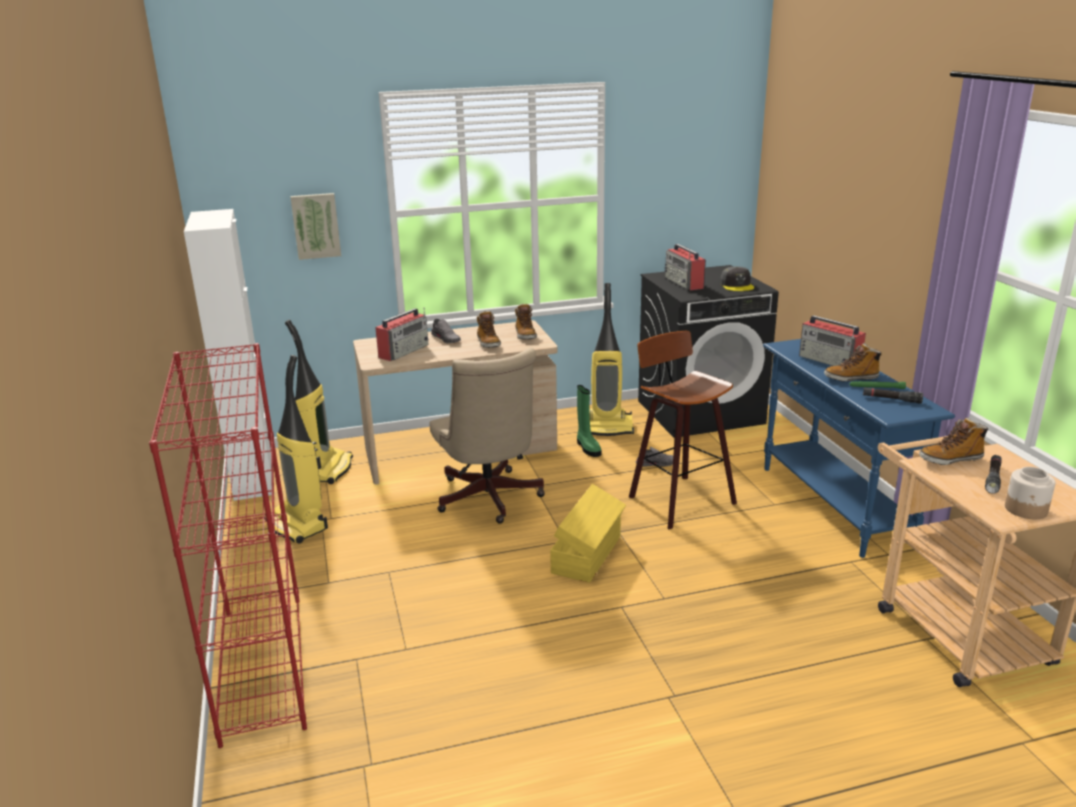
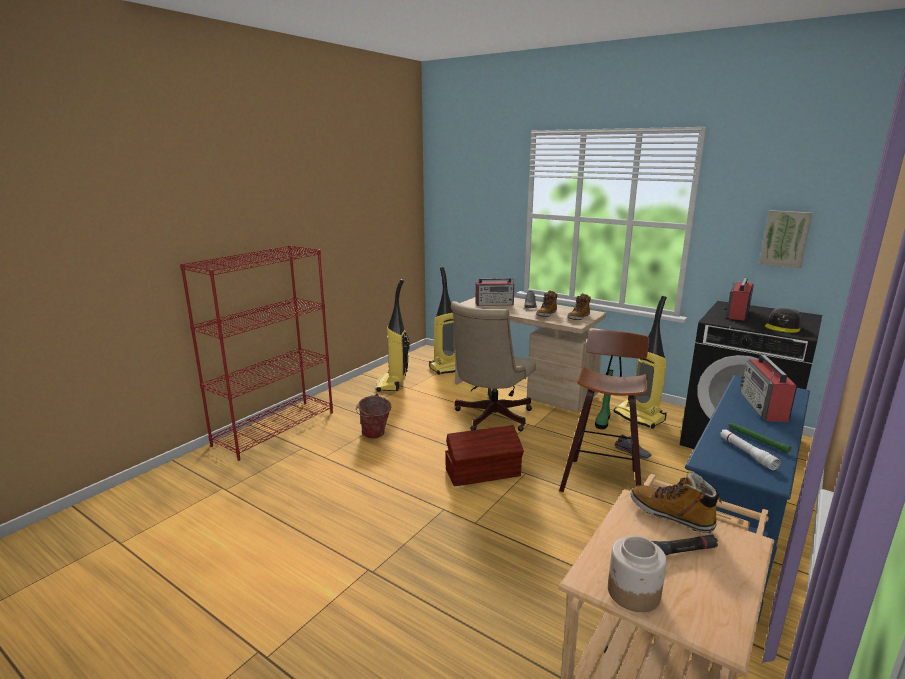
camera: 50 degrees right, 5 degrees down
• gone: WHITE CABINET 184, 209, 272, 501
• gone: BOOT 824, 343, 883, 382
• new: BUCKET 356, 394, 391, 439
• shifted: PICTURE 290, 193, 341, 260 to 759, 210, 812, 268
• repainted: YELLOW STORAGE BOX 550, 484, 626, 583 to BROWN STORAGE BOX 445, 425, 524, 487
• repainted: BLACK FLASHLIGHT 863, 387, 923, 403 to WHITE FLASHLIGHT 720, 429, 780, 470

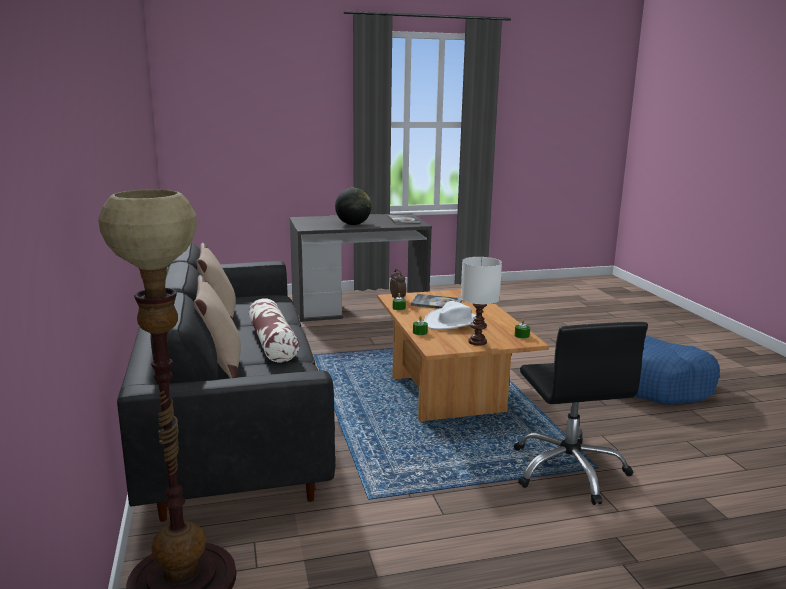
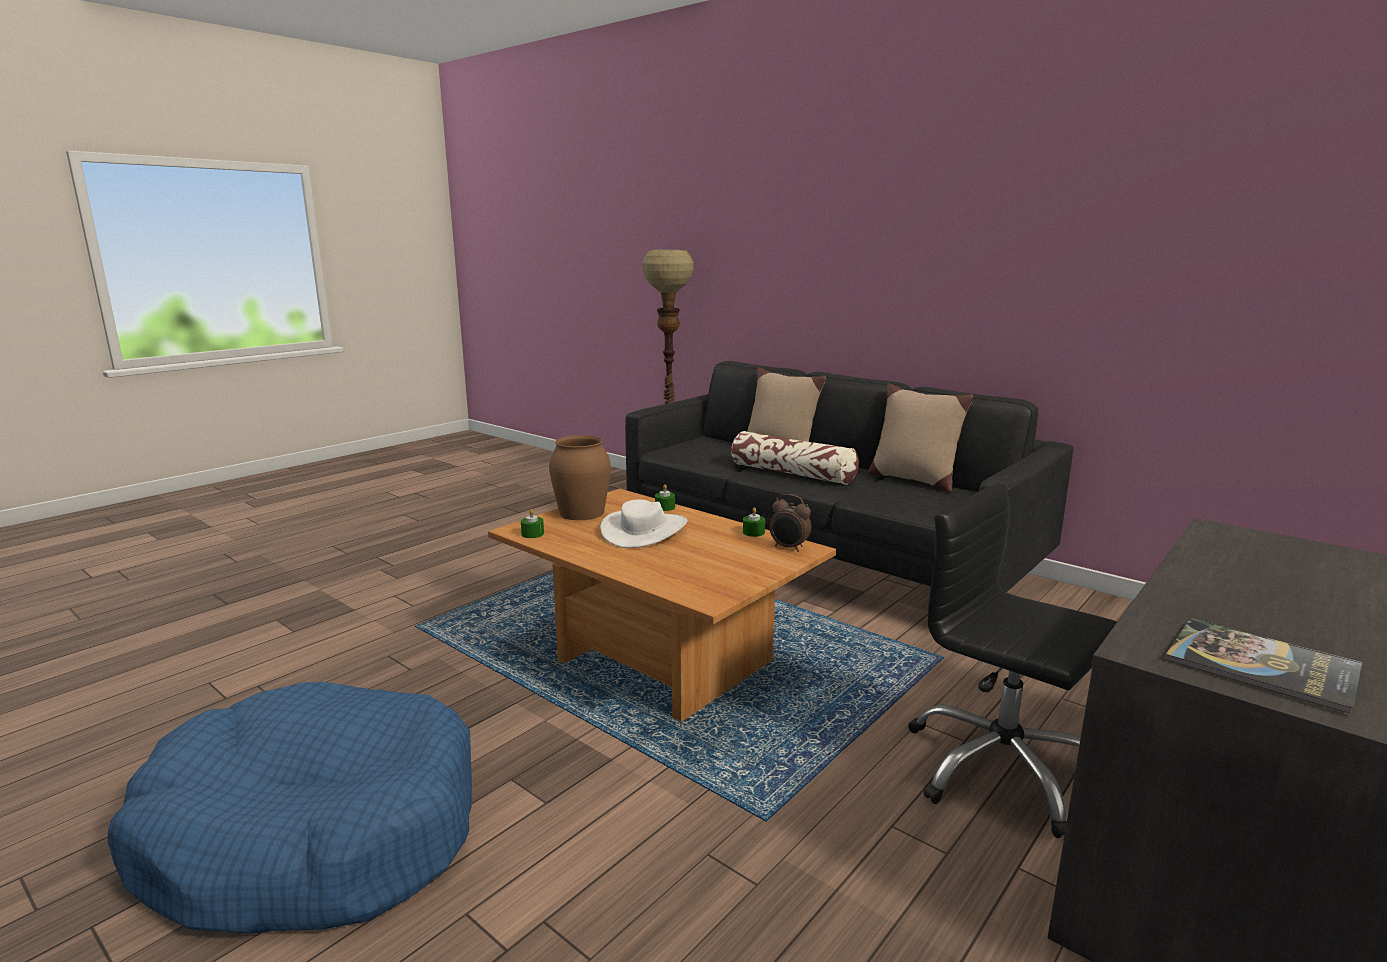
camera: 145 degrees right, 0 degrees up
• gone: GLOBE 335, 188, 371, 225
• gone: BOOK 411, 294, 463, 309
• shifted: BLACK OFFICE CHAIR 514, 322, 648, 505 to 908, 482, 1118, 838
• swapped: WHITE TABLE LAMP 461, 257, 502, 346 to BROWN VASE 549, 435, 611, 520

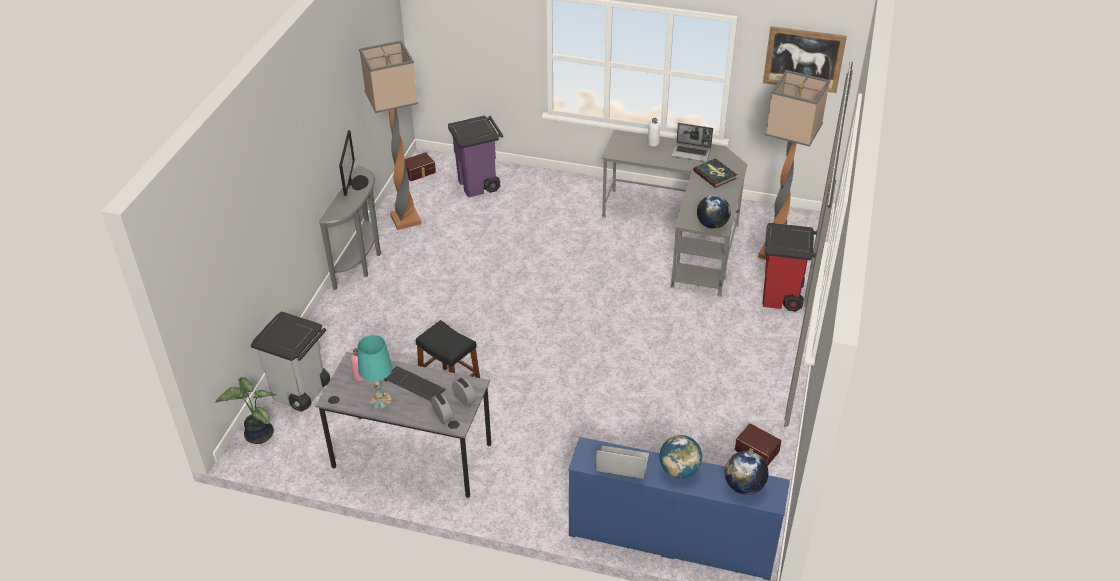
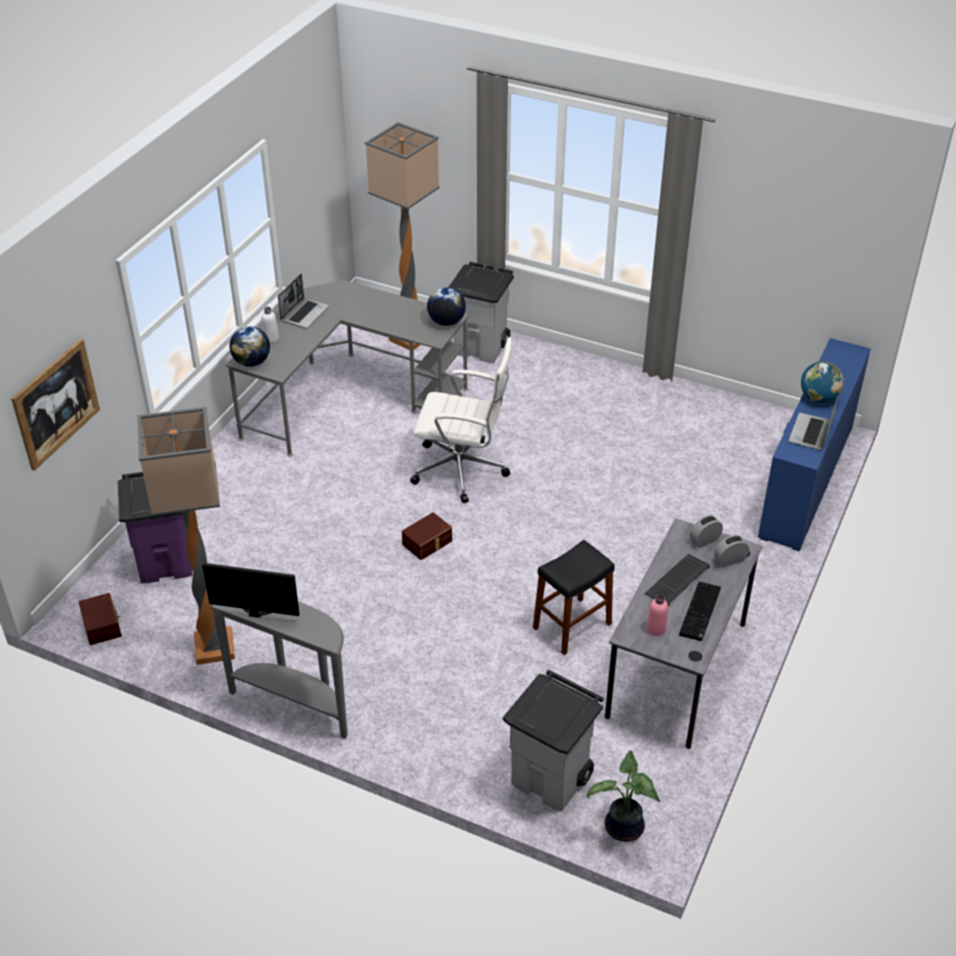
camera: 80 degrees left, 0 degrees up
• gone: BOOK 693, 158, 737, 188
• new: WHITE OFFICE CHAIR 410, 337, 512, 503
• shifted: GLOBE 725, 451, 768, 495 to 230, 326, 270, 367
• shifted: BROWN STORAGE BOX 735, 423, 782, 466 to 402, 512, 452, 560
• shifted: PICTURE 763, 26, 847, 93 to 11, 339, 100, 471
• swapped: TURQUOISE TABLE LAMP 357, 335, 392, 409 to KEYBOARD 679, 582, 721, 641
• repainted: RED TRASH CAN 762, 223, 817, 312 to GREY TRASH CAN 448, 262, 514, 363

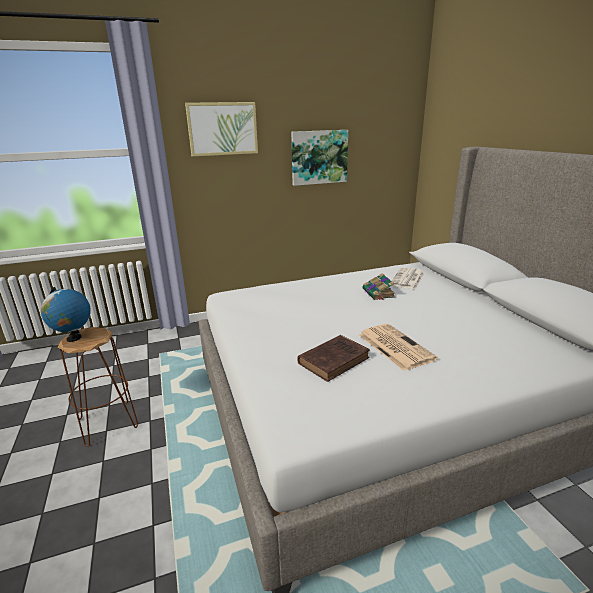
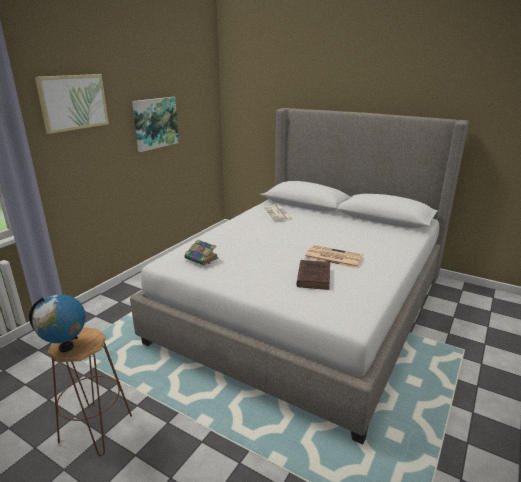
camera: 40 degrees left, 0 degrees up
• shifted: BOOK 363, 273, 396, 300 to 184, 239, 218, 265

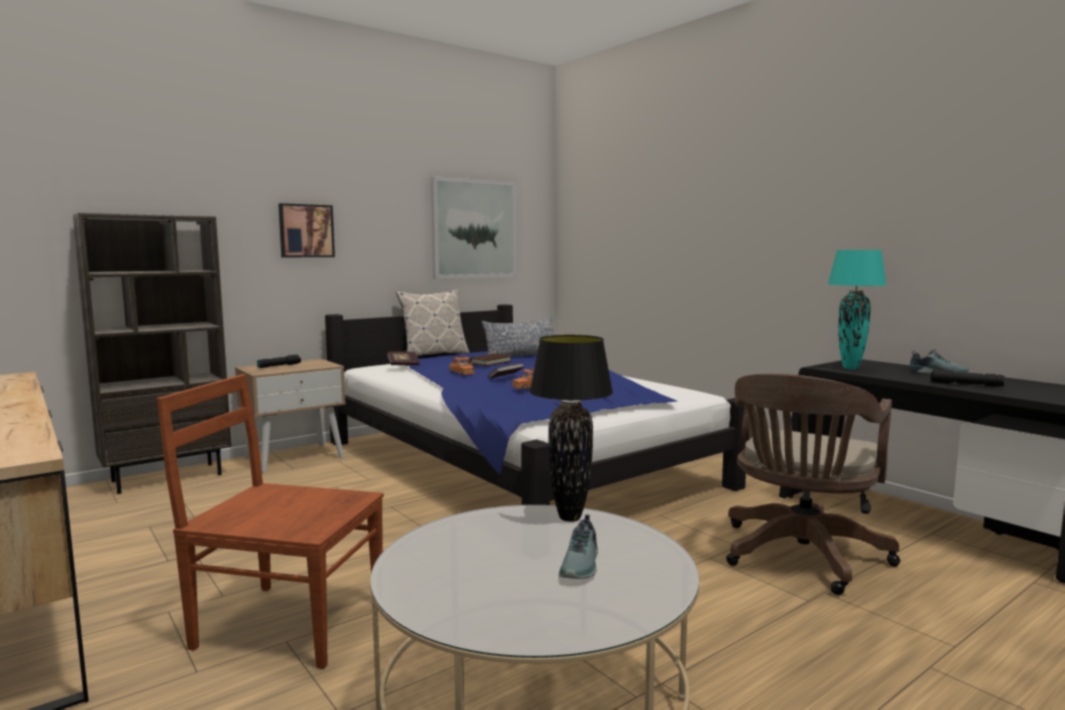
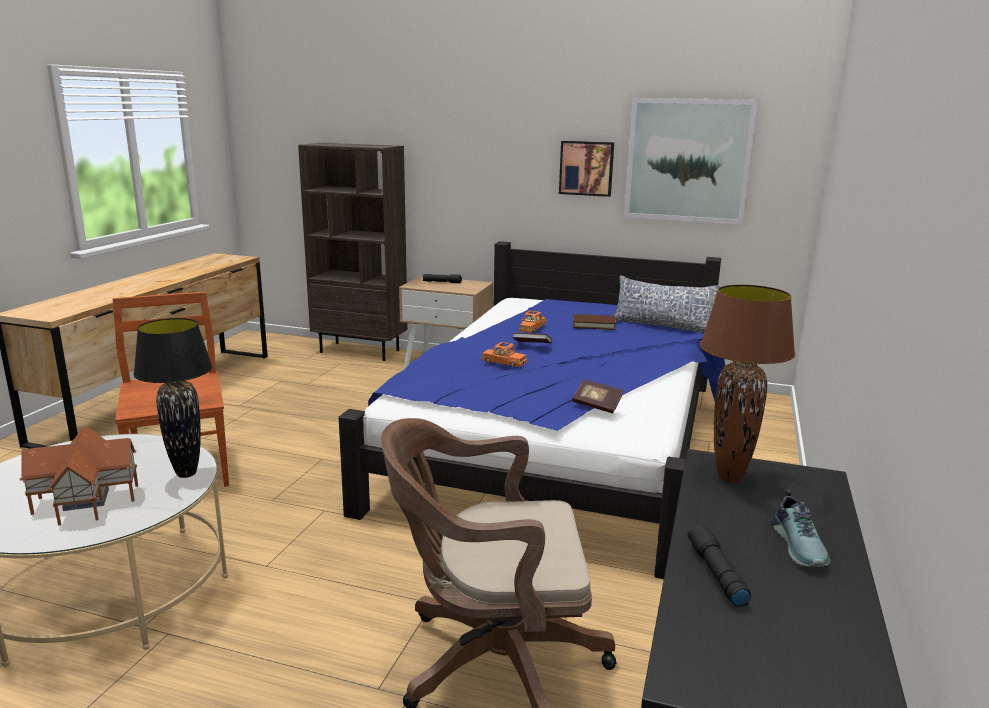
camera: 55 degrees right, 10 degrees up
• gone: PILLOW 396, 289, 469, 356
• shifted: PICTURE 278, 203, 335, 257 to 559, 141, 614, 197
• shifted: BOOK 387, 351, 419, 365 to 572, 380, 623, 413
• swapped: SHOE 559, 514, 598, 579 to TOY HOUSE 20, 425, 138, 526
• repainted: TURQUOISE TABLE LAMP 828, 250, 887, 369 to BROWN TABLE LAMP 700, 285, 795, 483

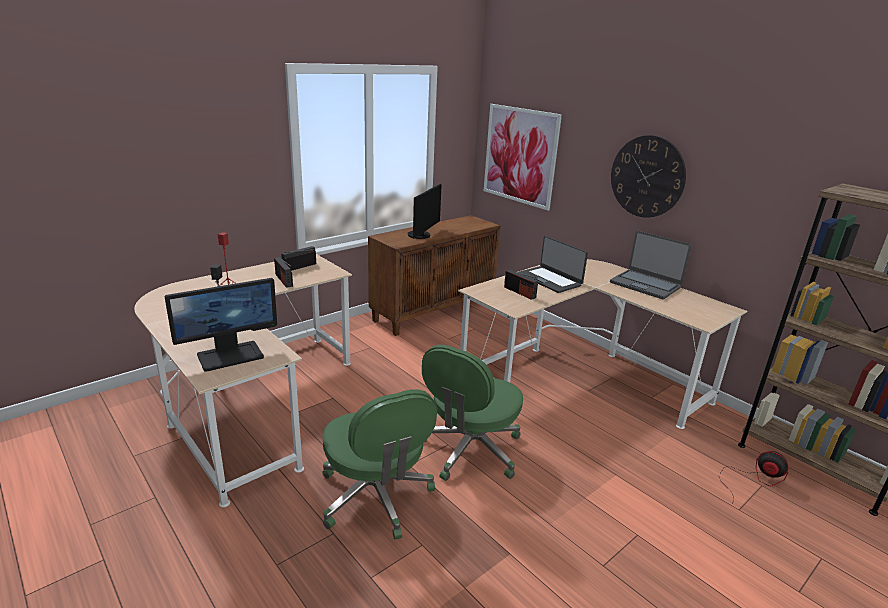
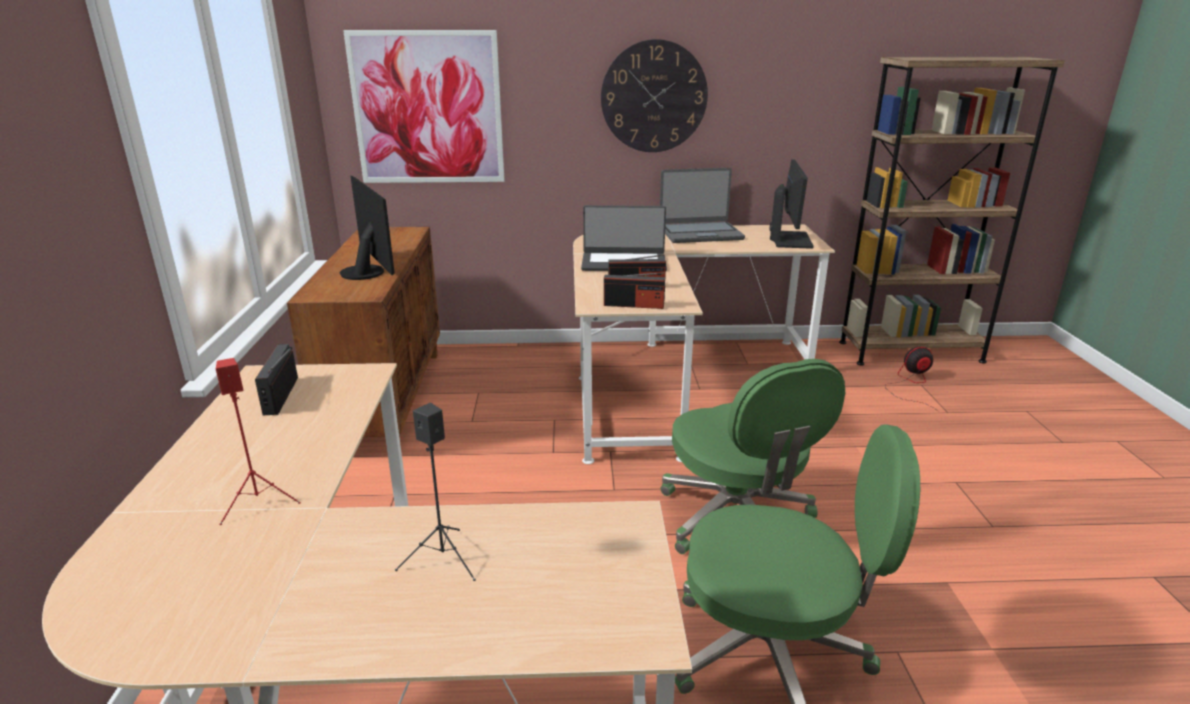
camera: 50 degrees left, 0 degrees up
• shifted: MONITOR 165, 278, 277, 372 to 769, 159, 814, 249
• shifted: RADIO 274, 257, 293, 288 to 604, 272, 665, 309

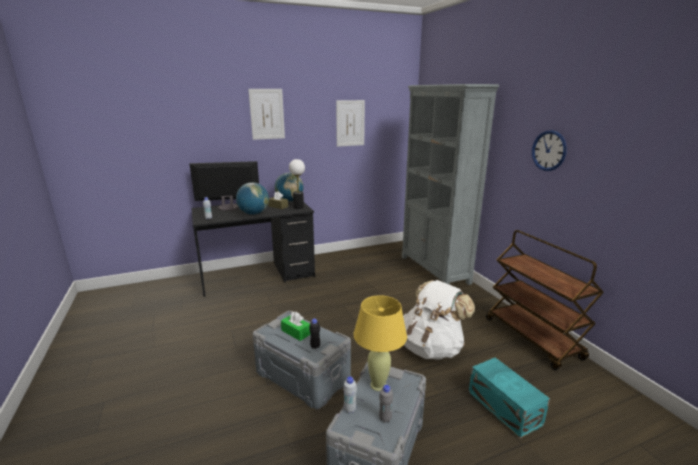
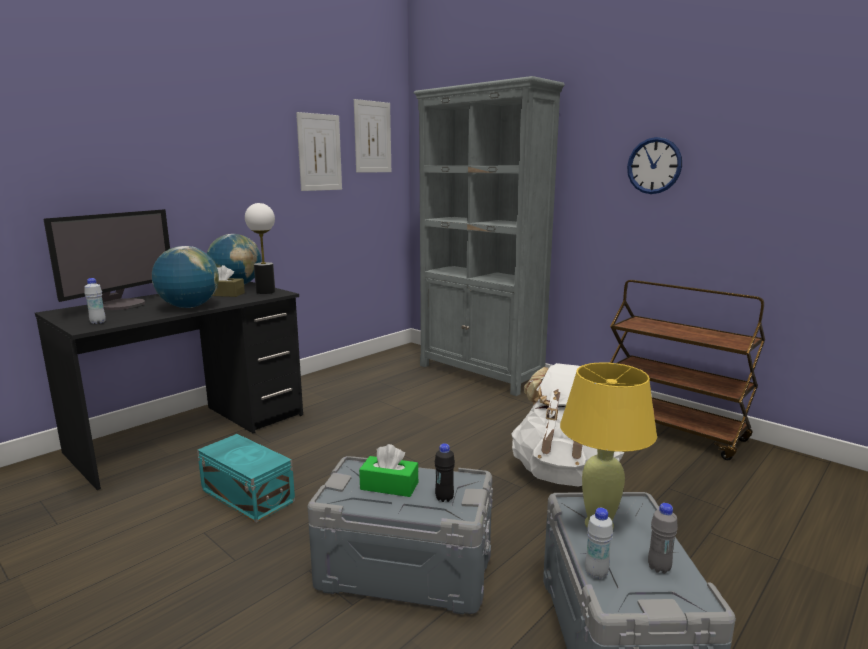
camera: 25 degrees left, 5 degrees down
• shifted: PICTURE 248, 89, 285, 140 to 354, 99, 391, 173
• shifted: TURQUOISE STORAGE BOX 469, 358, 550, 439 to 197, 434, 295, 523
• rotated: MONITOR 189, 161, 259, 211 = 44, 209, 170, 310 150 degrees clockwise

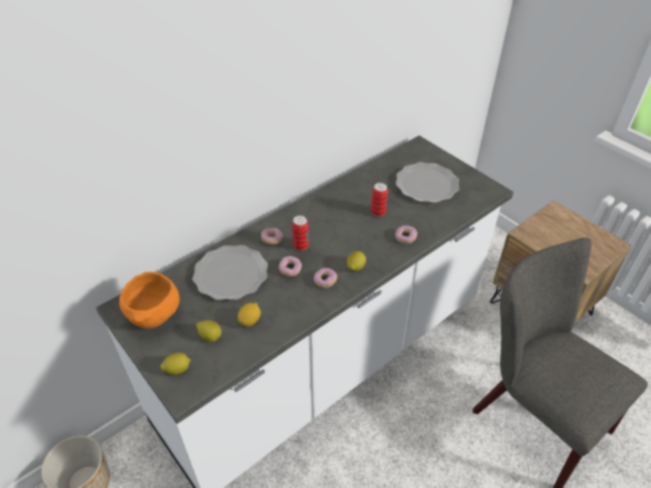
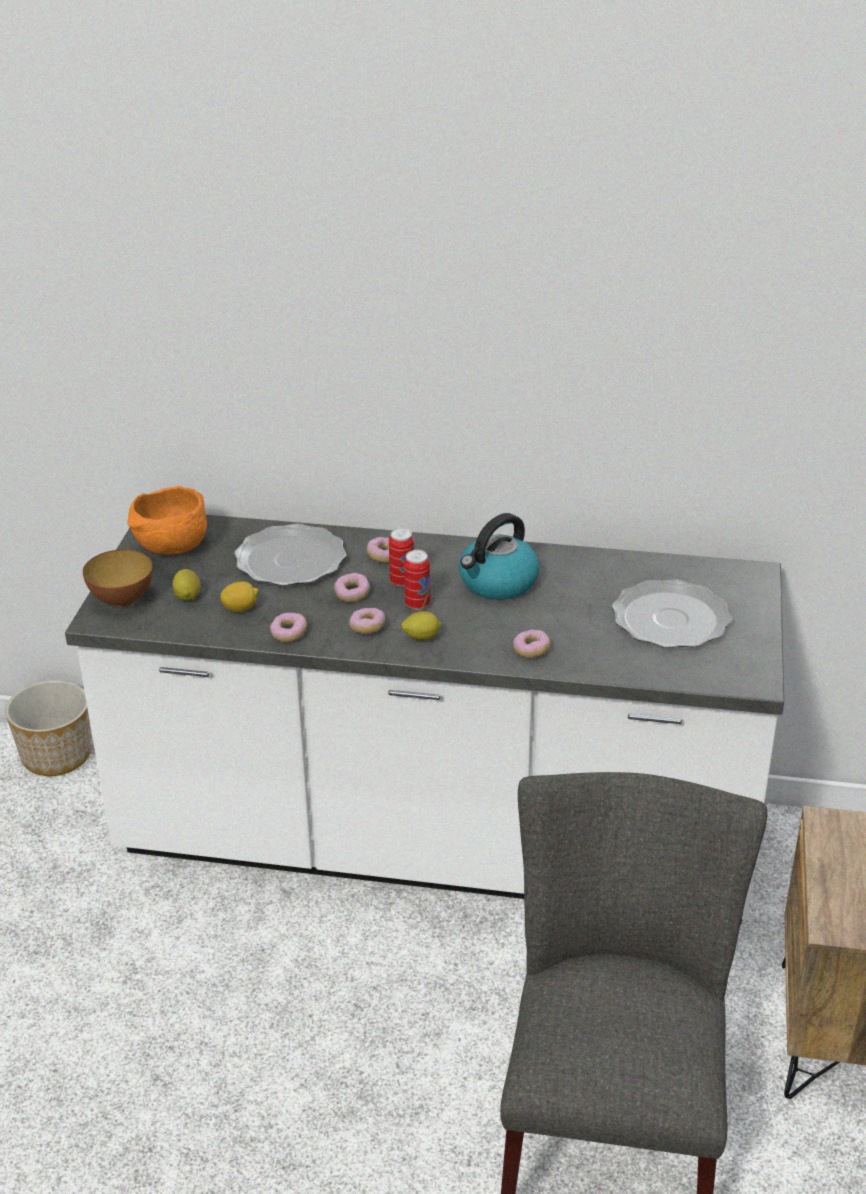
camera: 50 degrees right, 10 degrees down
• new: DONUT 270, 613, 307, 642
• new: KETTLE 459, 513, 540, 600
• shifted: CAN 371, 183, 388, 217 to 404, 550, 430, 610
• swapped: LEMON 160, 352, 190, 375 to BOWL 83, 549, 153, 607

